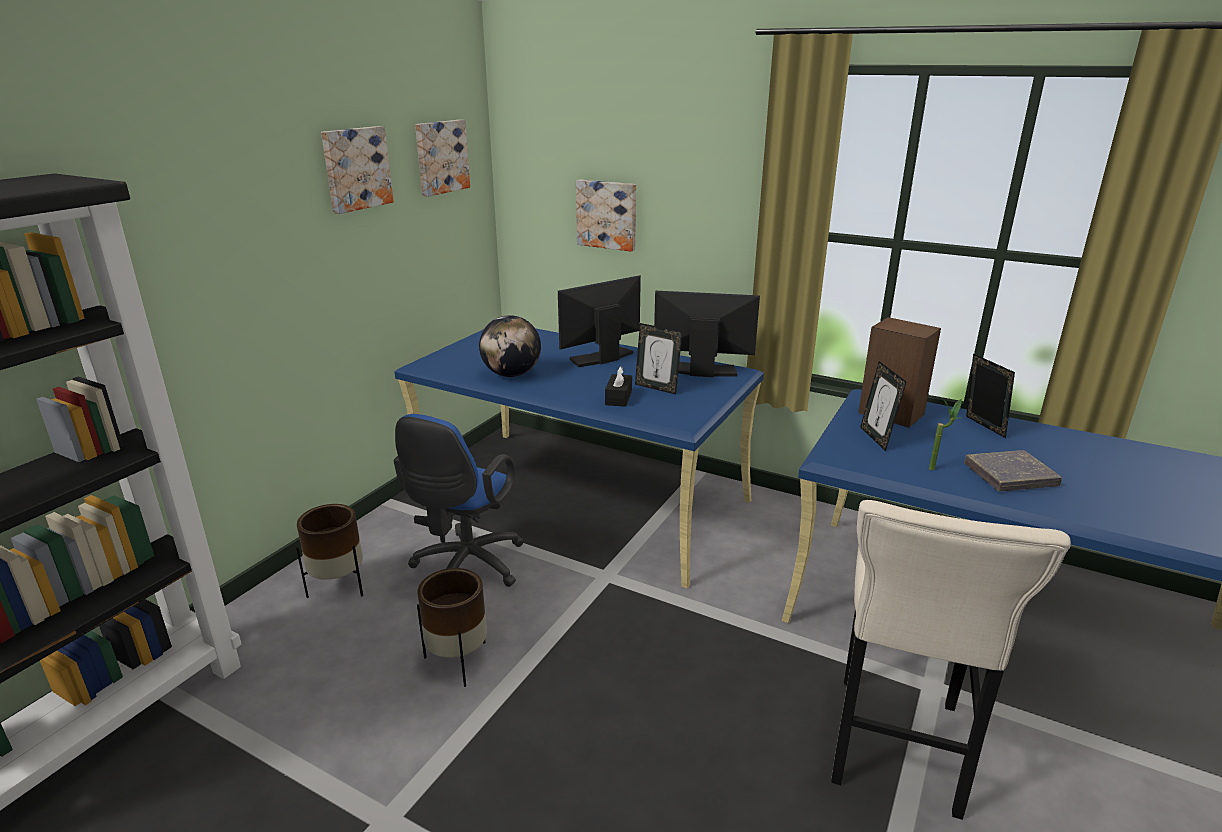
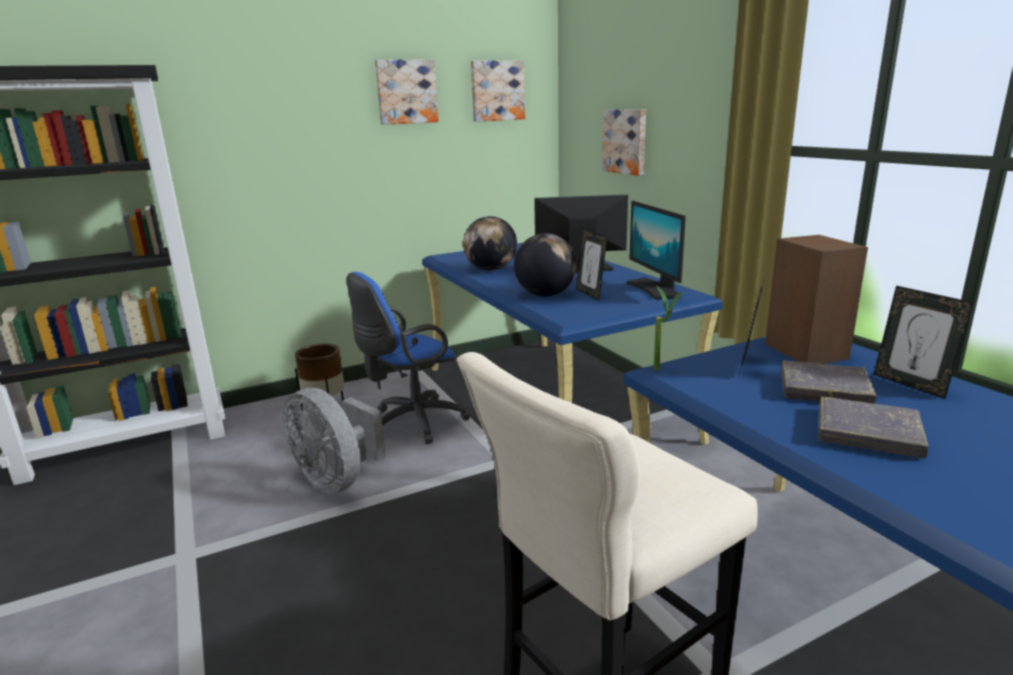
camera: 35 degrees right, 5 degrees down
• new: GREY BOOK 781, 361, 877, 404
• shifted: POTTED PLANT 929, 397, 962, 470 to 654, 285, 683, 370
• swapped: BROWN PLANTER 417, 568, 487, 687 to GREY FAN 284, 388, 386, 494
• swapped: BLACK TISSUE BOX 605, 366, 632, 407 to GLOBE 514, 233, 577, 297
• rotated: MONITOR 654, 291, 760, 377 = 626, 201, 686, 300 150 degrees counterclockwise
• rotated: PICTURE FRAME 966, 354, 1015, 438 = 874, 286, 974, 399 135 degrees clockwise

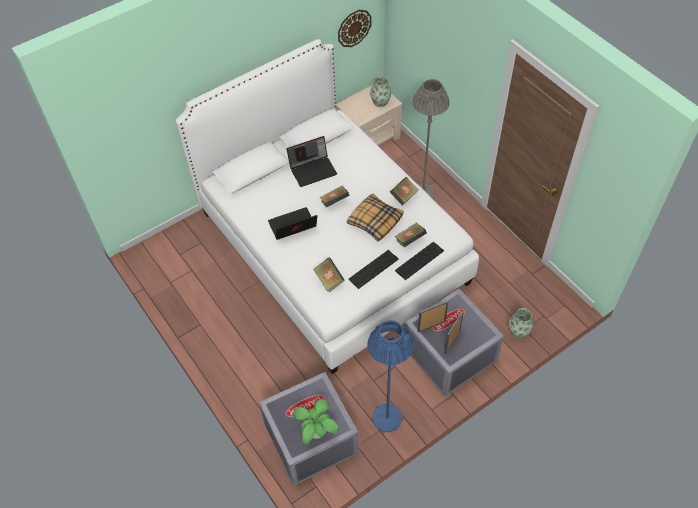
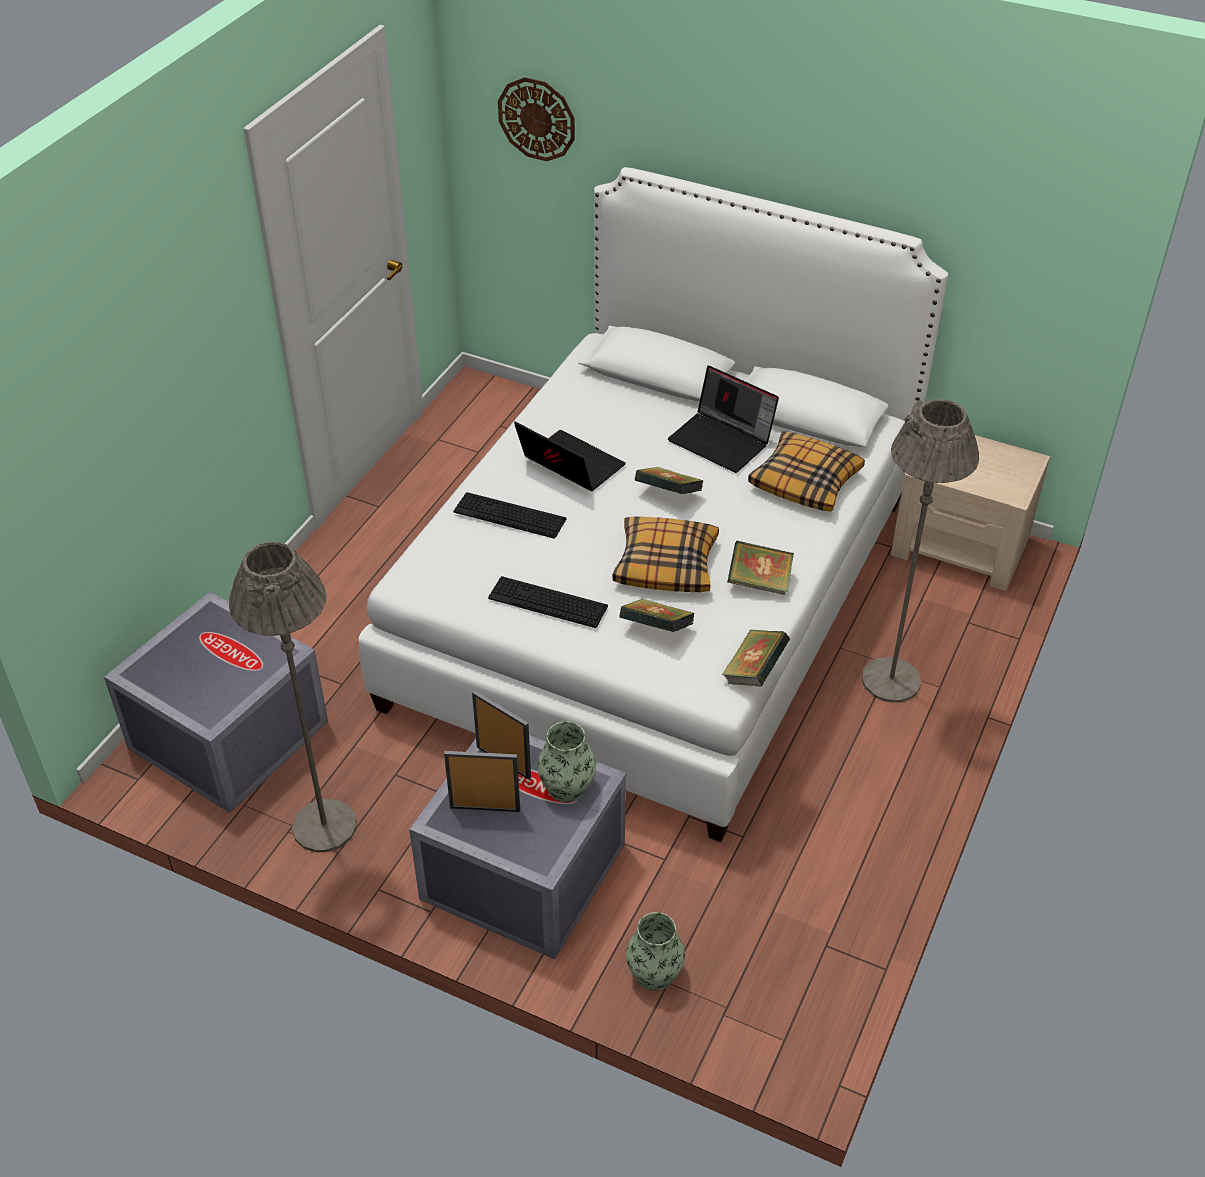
camera: 60 degrees right, 10 degrees down
• gone: POTTED PLANT 293, 399, 339, 444
• new: PILLOW 748, 431, 865, 512
• shifted: BOOK 313, 258, 345, 292 to 722, 630, 790, 687
• shifted: WALL CLOCK 338, 10, 372, 47 to 498, 77, 575, 161
• shifted: VASE 370, 76, 391, 107 to 537, 721, 596, 802
• shifted: KEYBOARD 395, 242, 444, 280 to 454, 492, 567, 539
• repainted: BLUE FLOOR LAMP 367, 320, 413, 432 to GREY FLOOR LAMP 229, 542, 357, 853

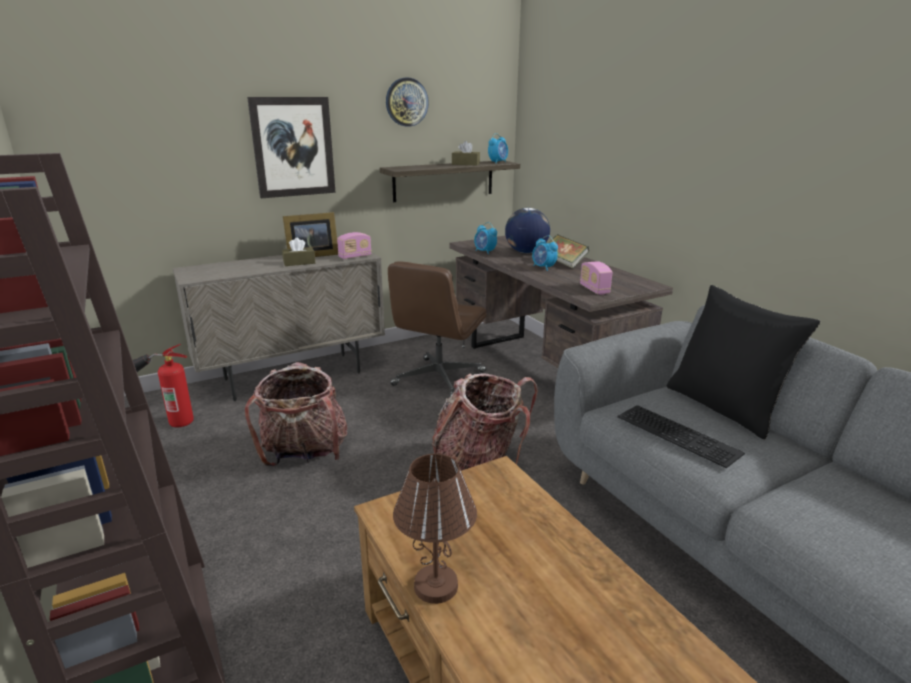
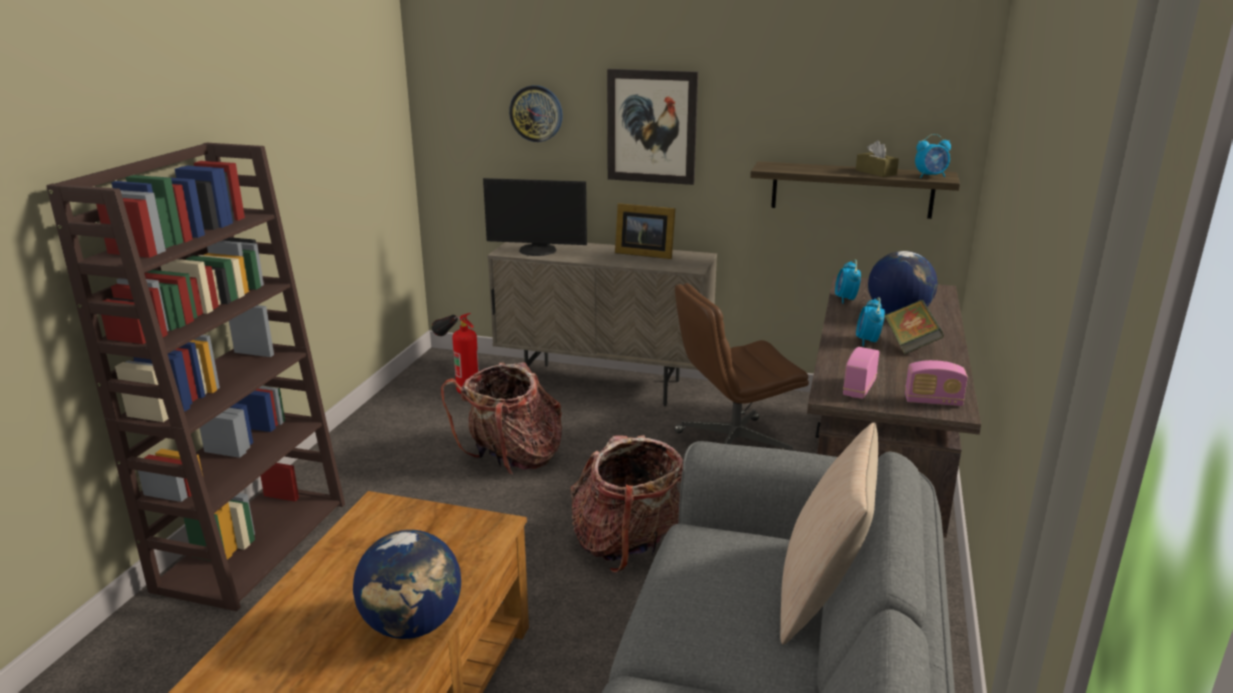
camera: 45 degrees right, 0 degrees up
• gone: BROWN TISSUE BOX 282, 237, 315, 266
• gone: BROWN TABLE LAMP 393, 454, 477, 604
• gone: KEYBOARD 617, 405, 745, 468
• new: GLOBE 353, 530, 461, 639
• new: MONITOR 483, 178, 587, 256
• shifted: RADIO 337, 232, 372, 259 to 905, 360, 968, 406
• shifted: WALL CLOCK 386, 78, 429, 127 to 509, 85, 563, 142
• repainted: BLACK PILLOW 666, 285, 821, 440 to BEIGE PILLOW 780, 422, 878, 645

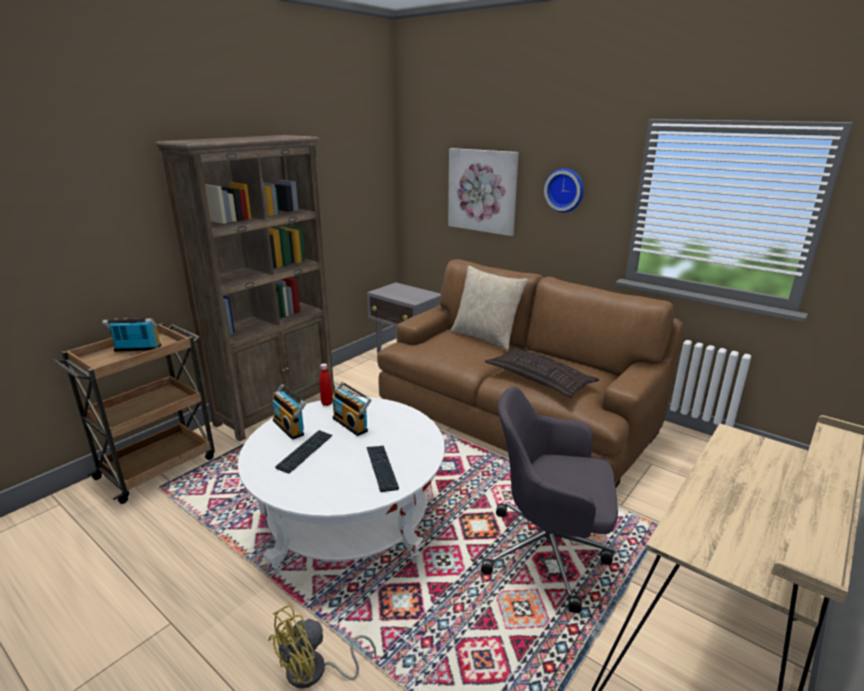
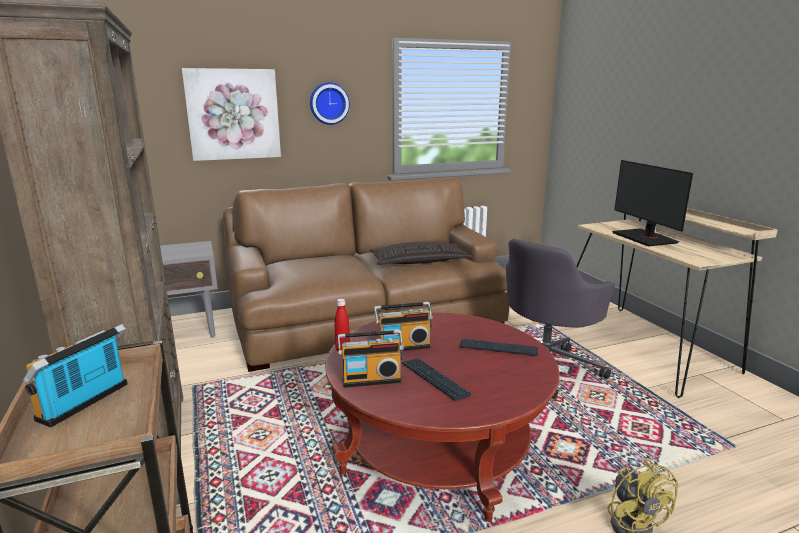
camera: 60 degrees left, 5 degrees down
• gone: BEIGE PILLOW 451, 266, 528, 351
• new: MONITOR 612, 160, 693, 246
• repainted: WHITE COFFEE TABLE 238, 397, 445, 575 to RED COFFEE TABLE 325, 313, 560, 522

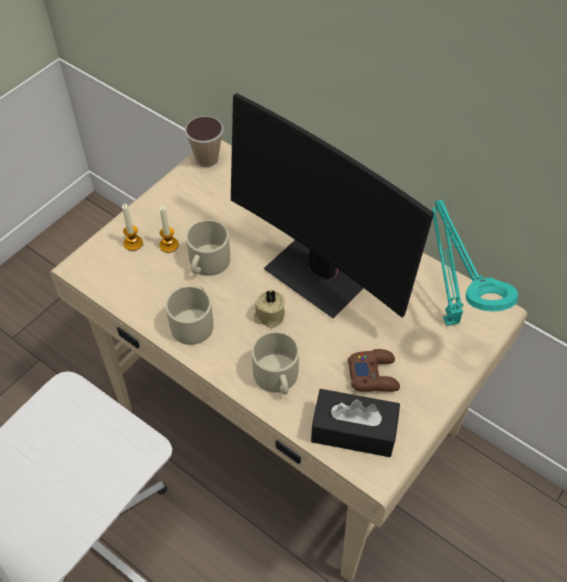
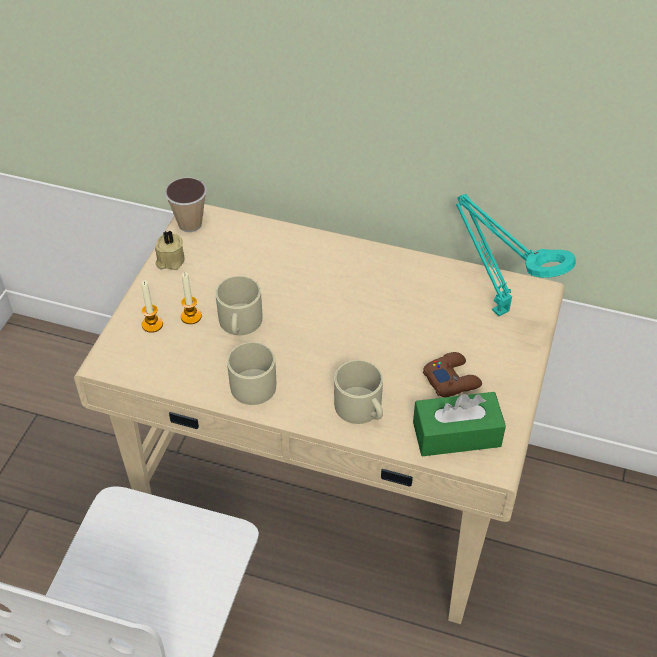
camera: 20 degrees left, 5 degrees down
• gone: MONITOR 231, 93, 434, 318
• shifted: BEIGE CANDLE 254, 290, 285, 328 to 155, 231, 185, 270
• repainted: BLACK TISSUE BOX 311, 389, 400, 457 to GREEN TISSUE BOX 413, 392, 506, 456

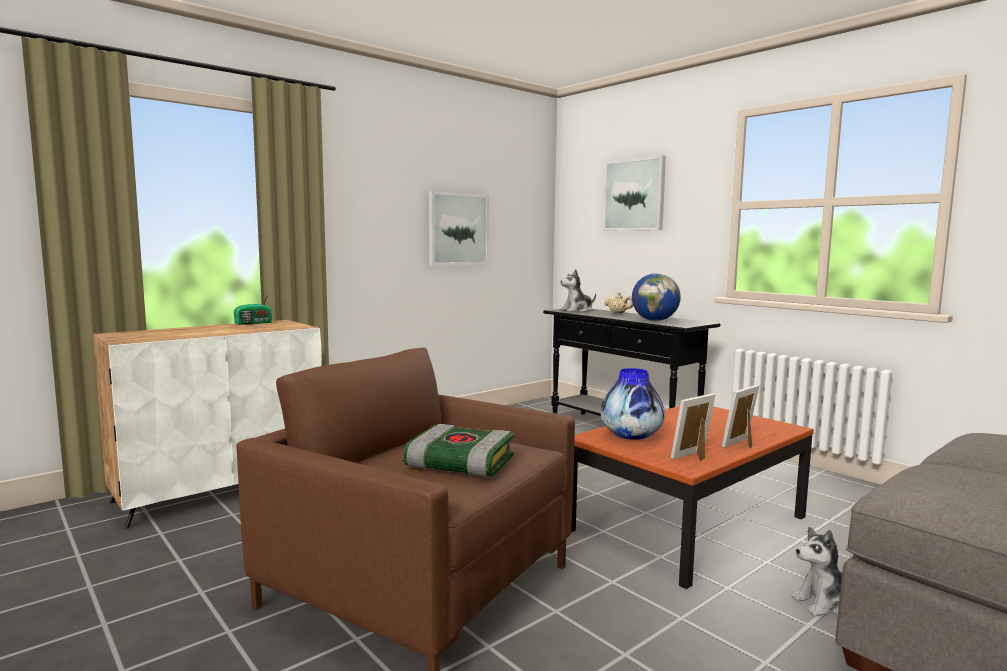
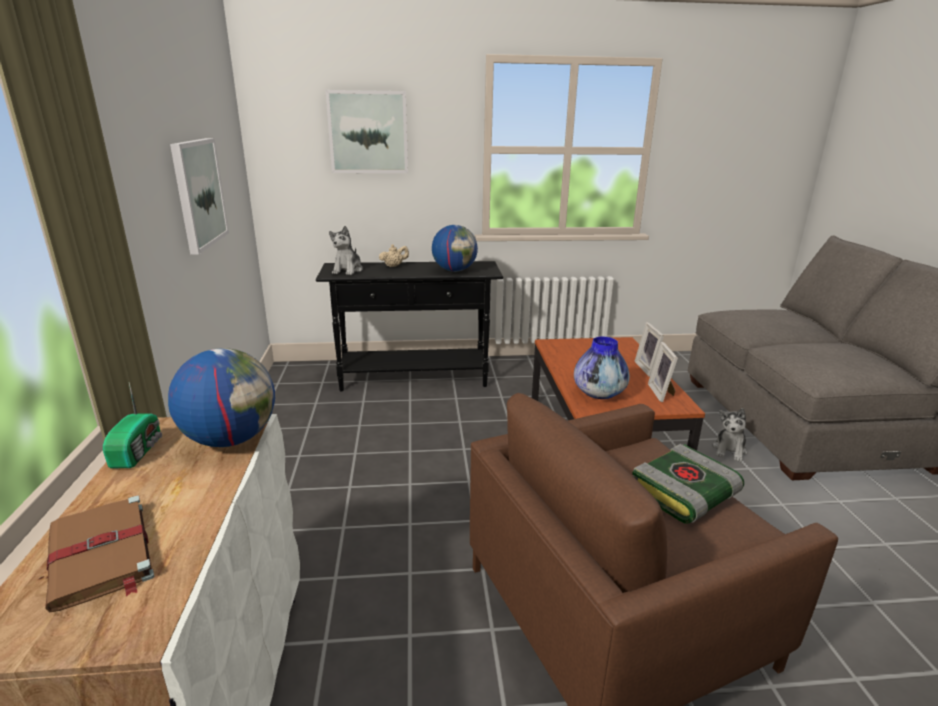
camera: 55 degrees left, 15 degrees up
• new: BROWN BOOK 45, 495, 155, 612
• new: GLOBE 168, 348, 275, 447

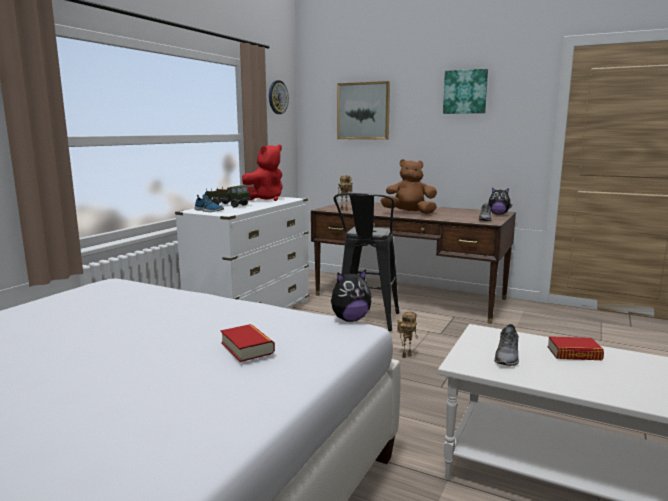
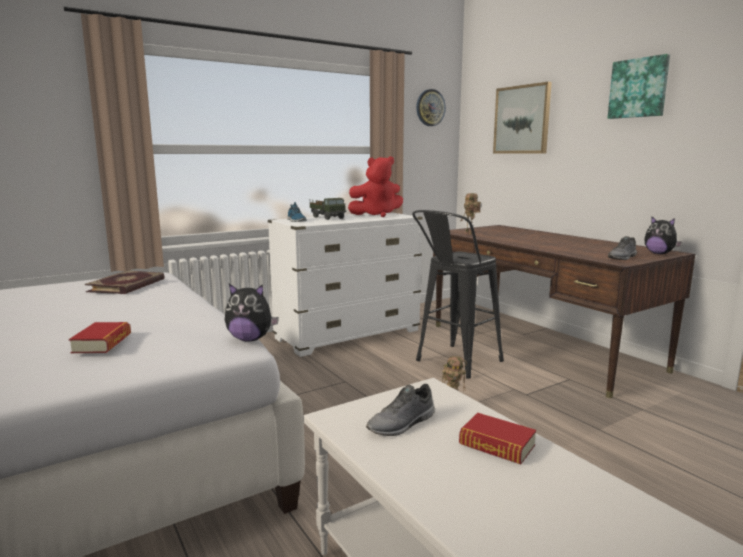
camera: 30 degrees right, 0 degrees up
• gone: BROWN PLUSH TOY 381, 159, 437, 214
• new: BOOK 85, 270, 165, 294

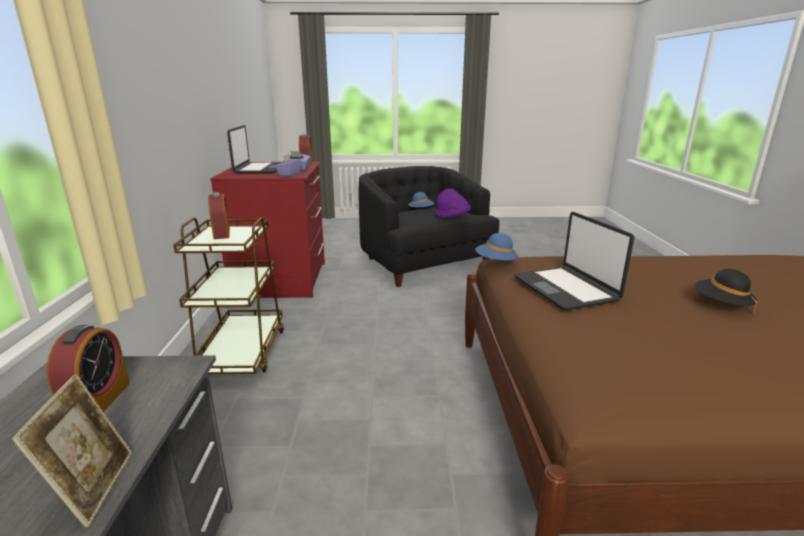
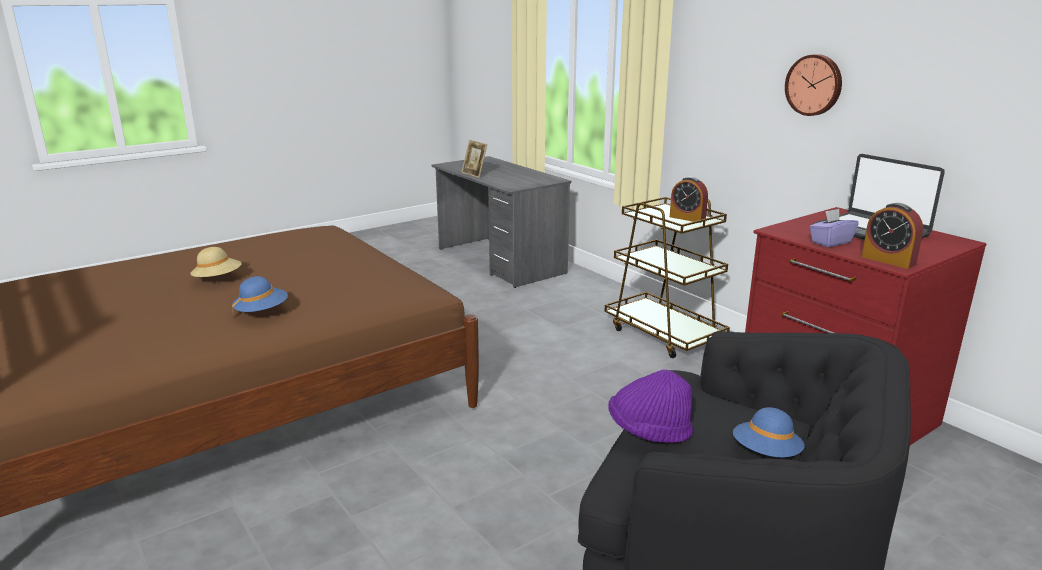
camera: 145 degrees right, 0 degrees up
• gone: ALARM CLOCK 47, 325, 130, 412
• gone: PURPLE TISSUE BOX 275, 154, 301, 177
• gone: LAPTOP 514, 212, 634, 310
• new: WALL CLOCK 785, 54, 842, 116
• shifted: BLUE HAT 476, 233, 519, 260 to 232, 276, 288, 317
• repainted: BLACK HAT 695, 269, 757, 312 to BEIGE HAT 190, 247, 242, 279

